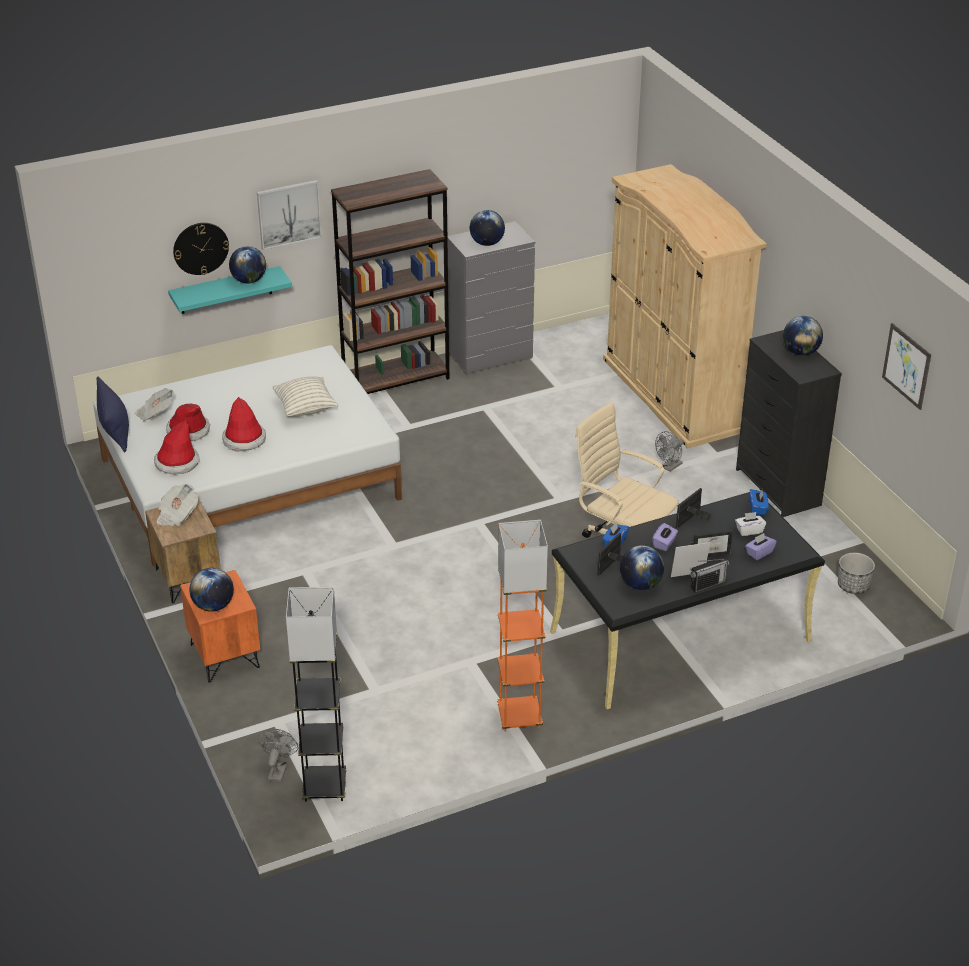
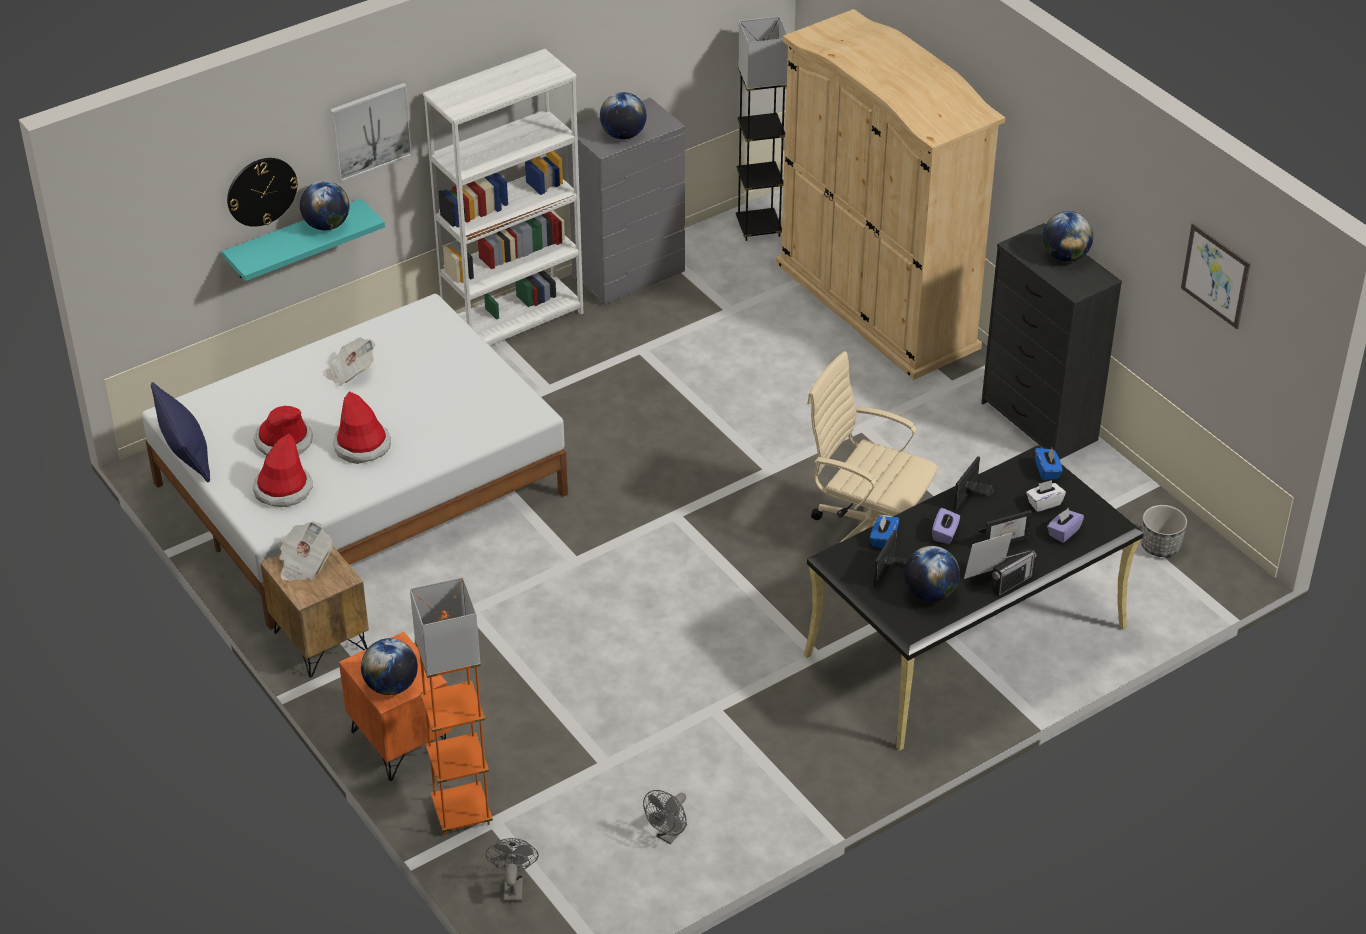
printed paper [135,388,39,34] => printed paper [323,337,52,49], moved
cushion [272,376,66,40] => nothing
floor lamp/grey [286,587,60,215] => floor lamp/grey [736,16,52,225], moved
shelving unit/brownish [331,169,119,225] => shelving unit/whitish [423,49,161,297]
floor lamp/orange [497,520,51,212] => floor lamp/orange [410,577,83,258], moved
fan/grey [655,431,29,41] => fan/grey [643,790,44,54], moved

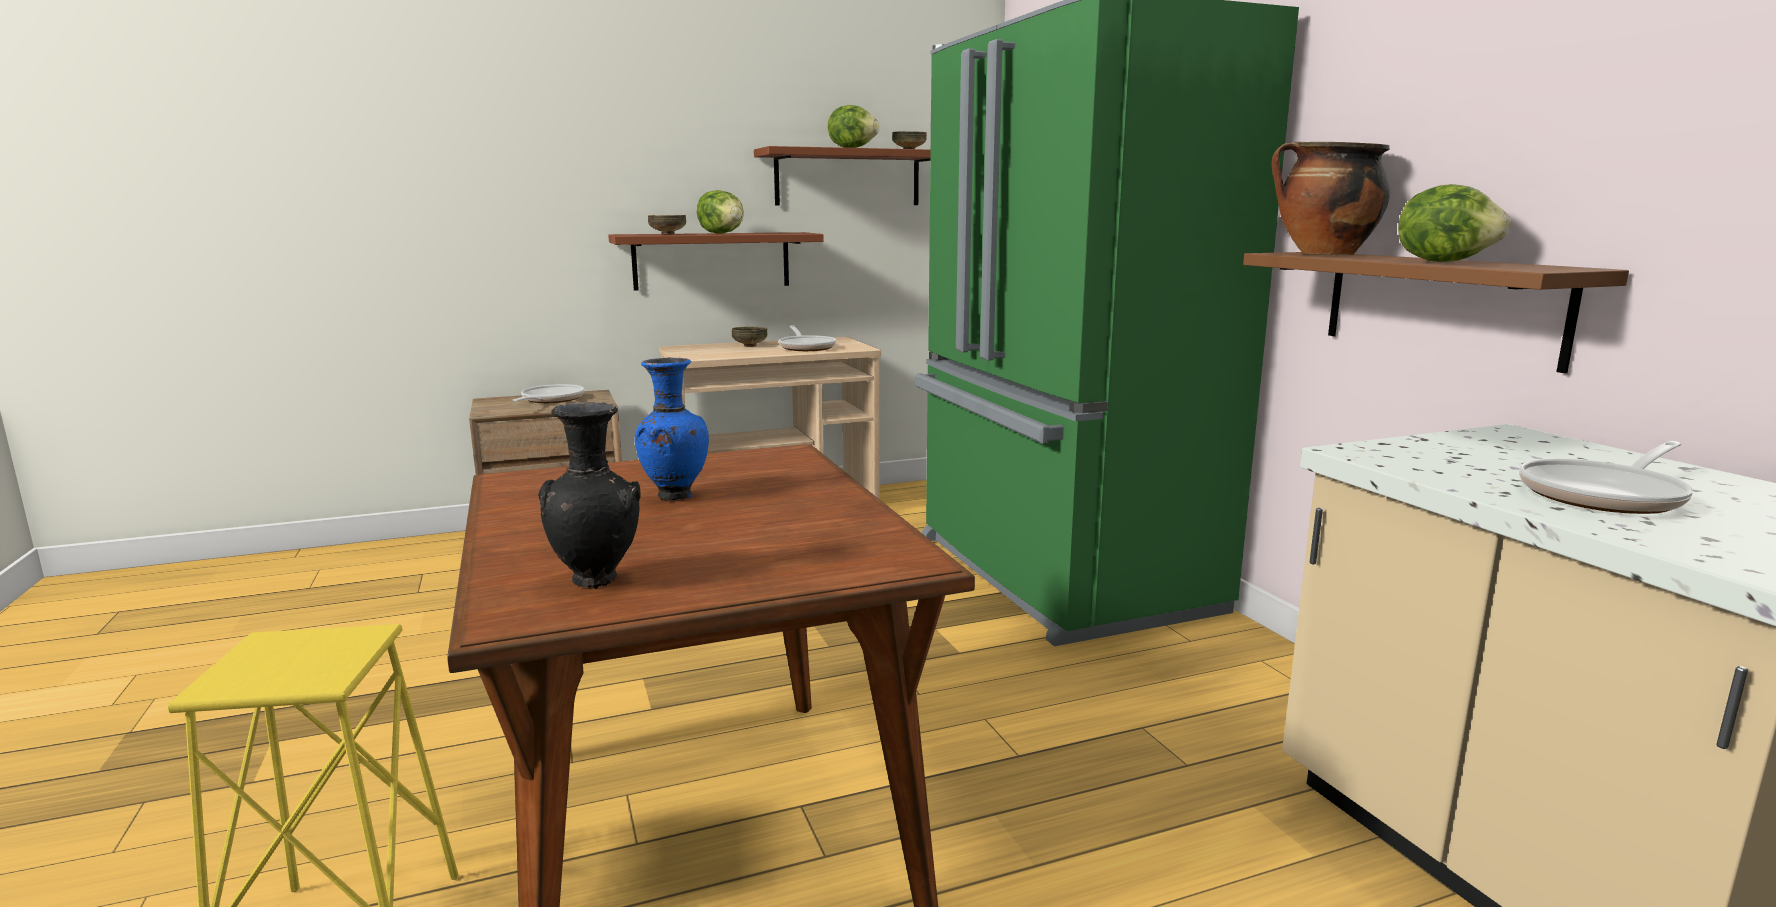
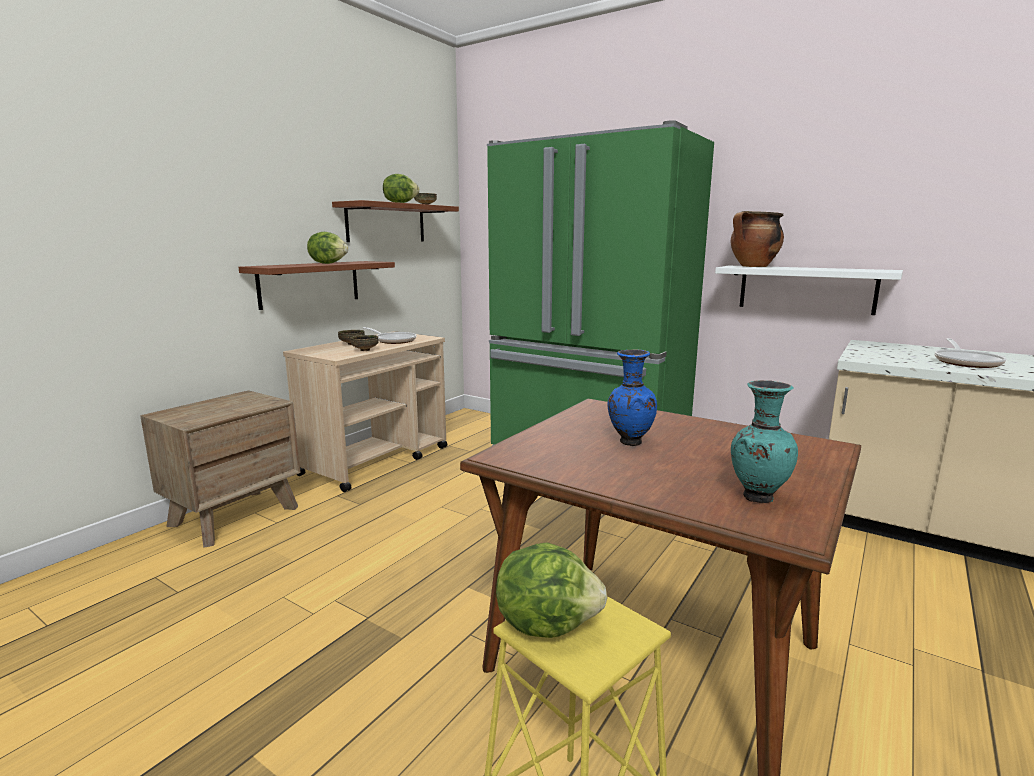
frying pan [513,384,72,19] => nothing
vase/black [538,402,103,187] => vase/turquoise-coloured [731,380,67,123]
bowl [648,215,38,20] => bowl [350,335,29,16], moved
wall shelf/brownish [1243,252,386,121] => wall shelf/whitish [715,266,188,49]
head of lettuce [1398,184,113,78] => head of lettuce [496,542,112,96], moved

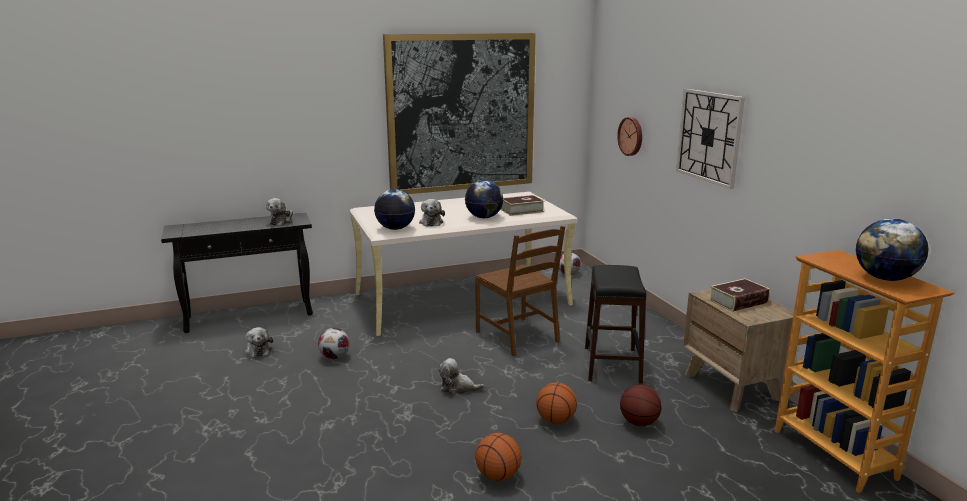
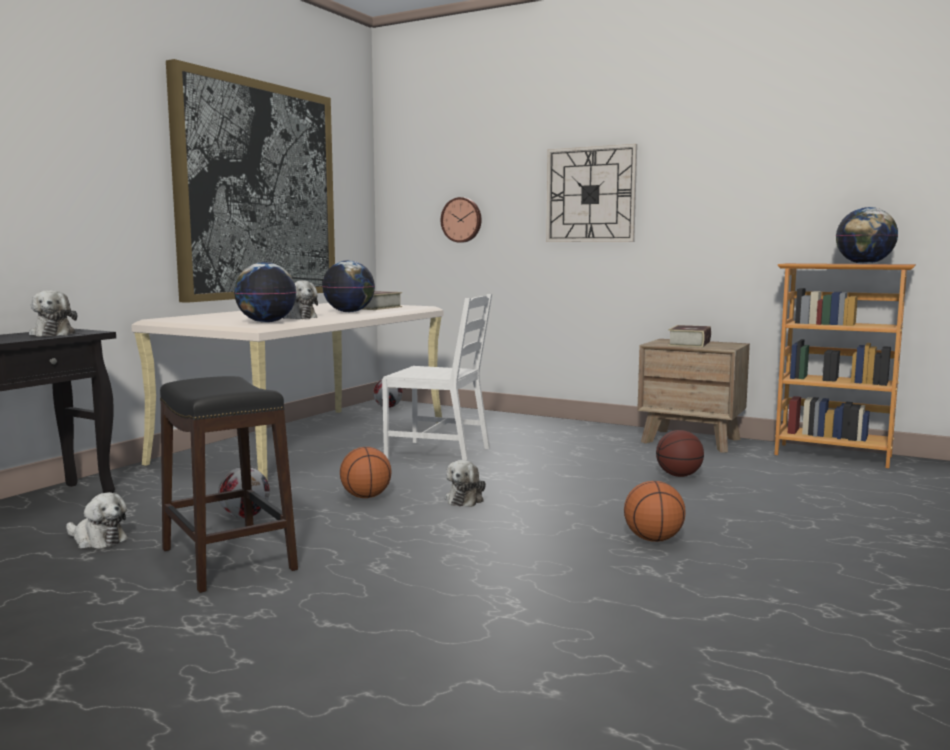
plush toy [438,358,47,37] => plush toy [445,460,41,47], 45 degrees counterclockwise
upright chair/brownish [475,226,90,130] => upright chair/whitish [382,294,110,167]
basketball ball [536,382,41,42] => basketball ball [340,447,52,51], moved
sitting stool/black [585,265,61,119] => sitting stool/black [160,376,138,217], moved

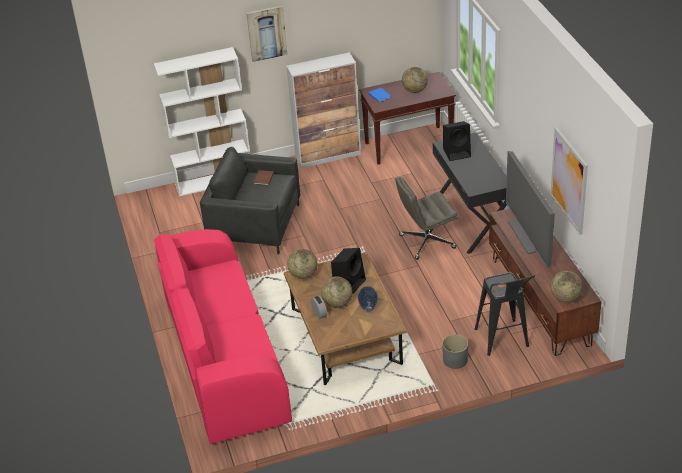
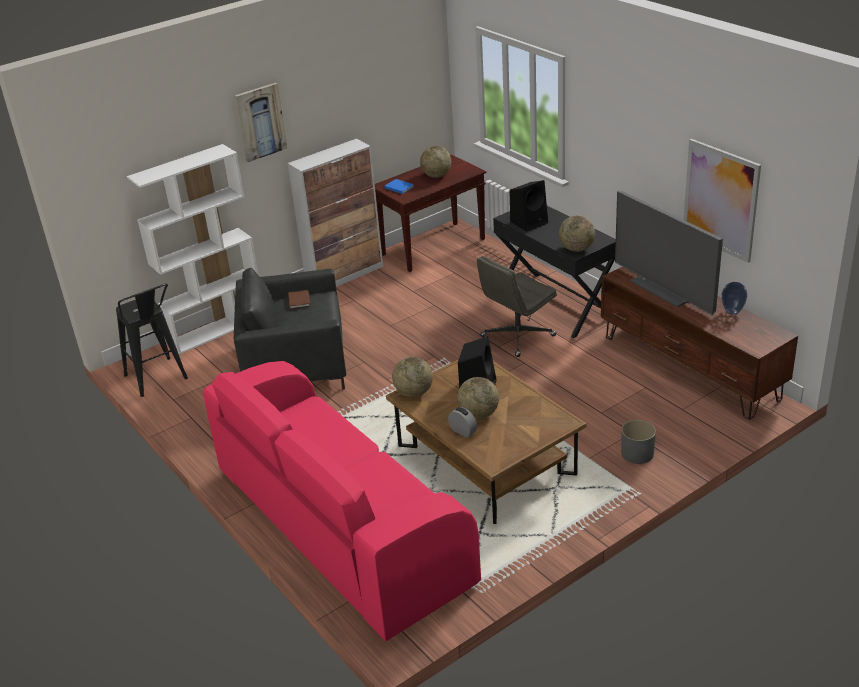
vase [358,286,20,26] => vase [722,282,25,33], moved
sitting stool/black [475,272,60,84] => sitting stool/black [116,284,72,113], moved
desk globe [551,271,32,32] => desk globe [559,215,36,37], moved

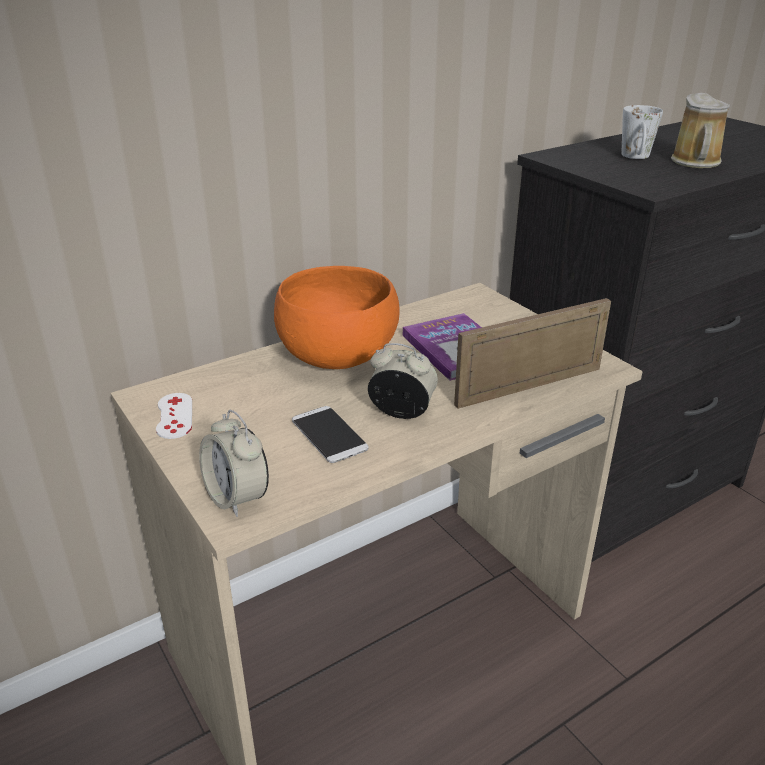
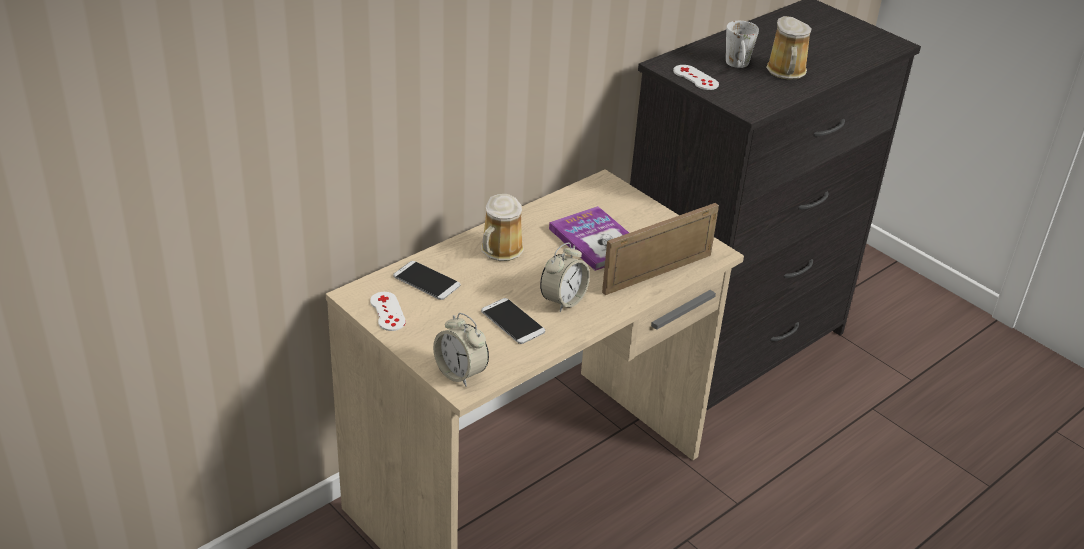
bowl/orange [274,266,125,103] => mug [481,194,43,67]
bedside clock [368,343,70,76] => bedside clock [540,242,50,70], 120 degrees clockwise
nothing => handset [393,261,67,39]
nothing => gamepad/whitish [673,65,46,25]

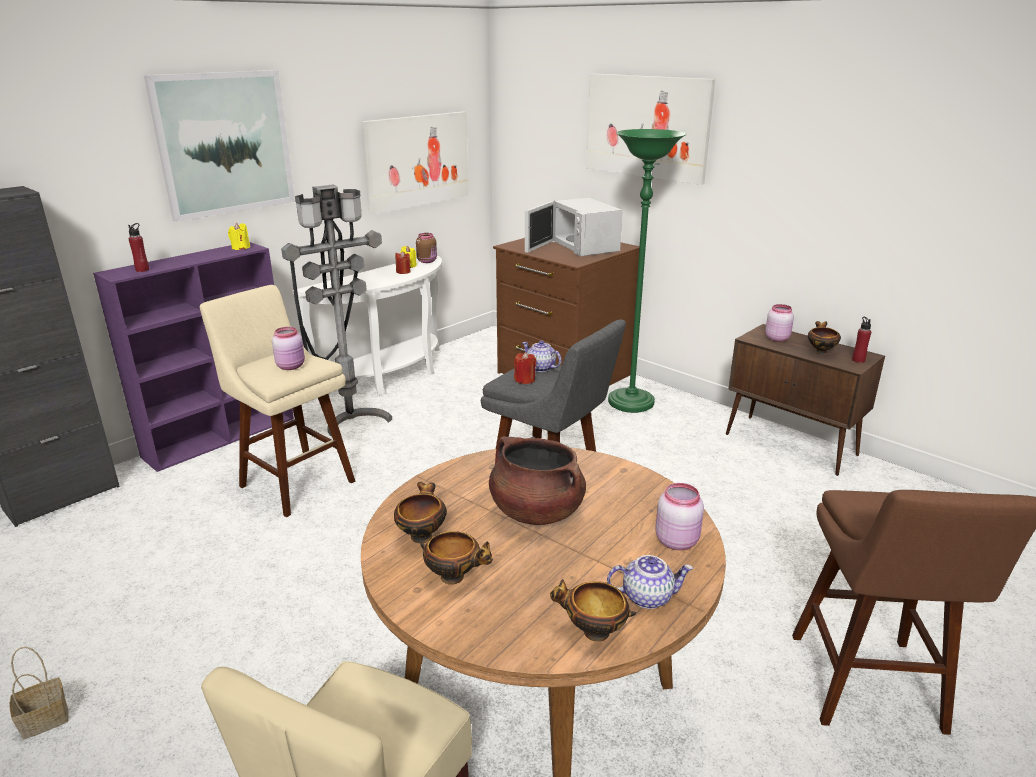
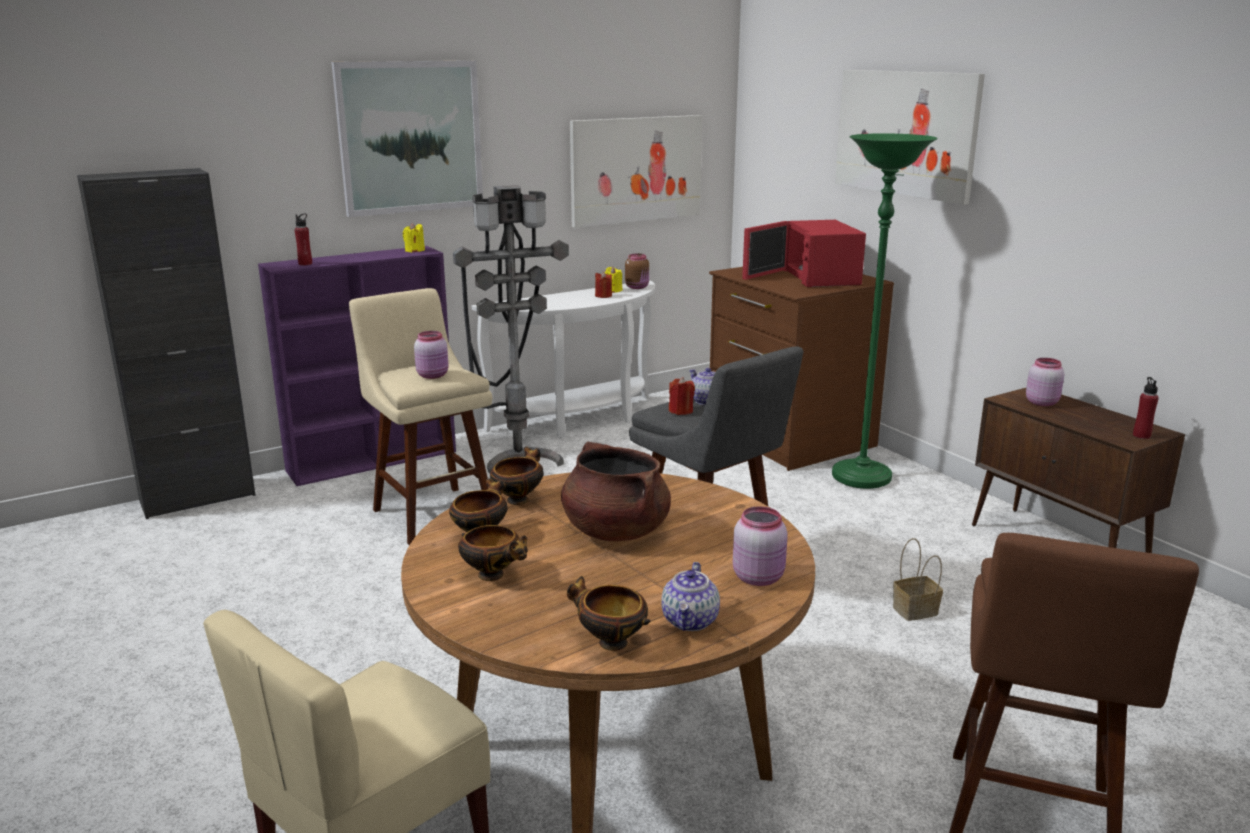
household basket [9,647,60,93] => household basket [893,538,50,83], moved
microwave oven/whitish [525,198,98,58] => microwave oven/red-coloured [742,220,124,67]
pot for tea [607,555,86,54] => pot for tea [661,562,59,69], 90 degrees clockwise
bowl [808,321,33,34] => bowl [490,447,54,58], moved

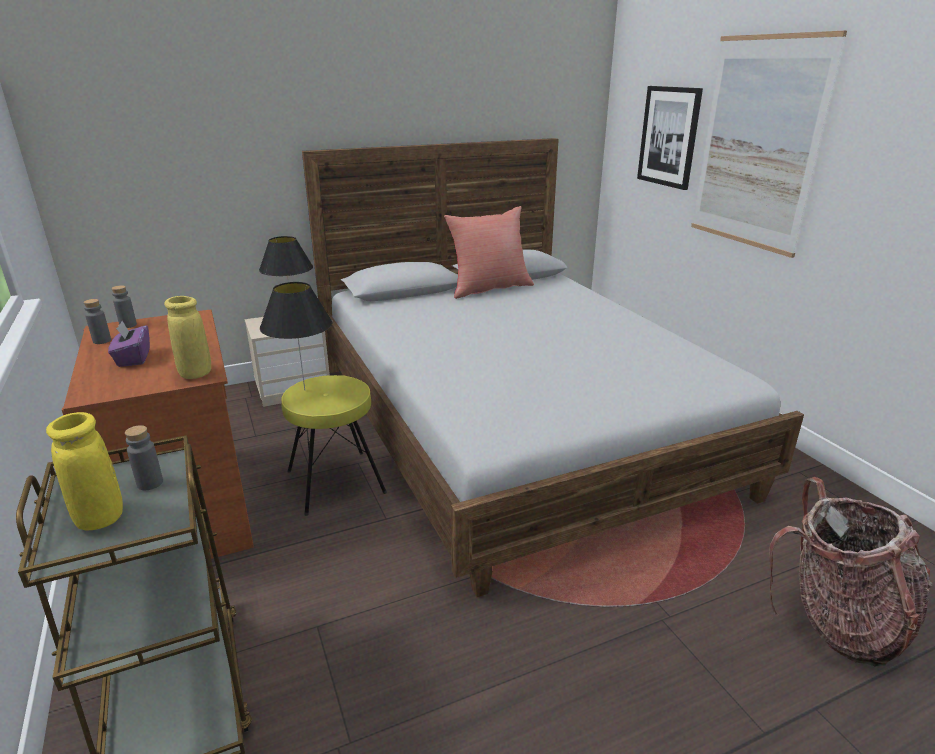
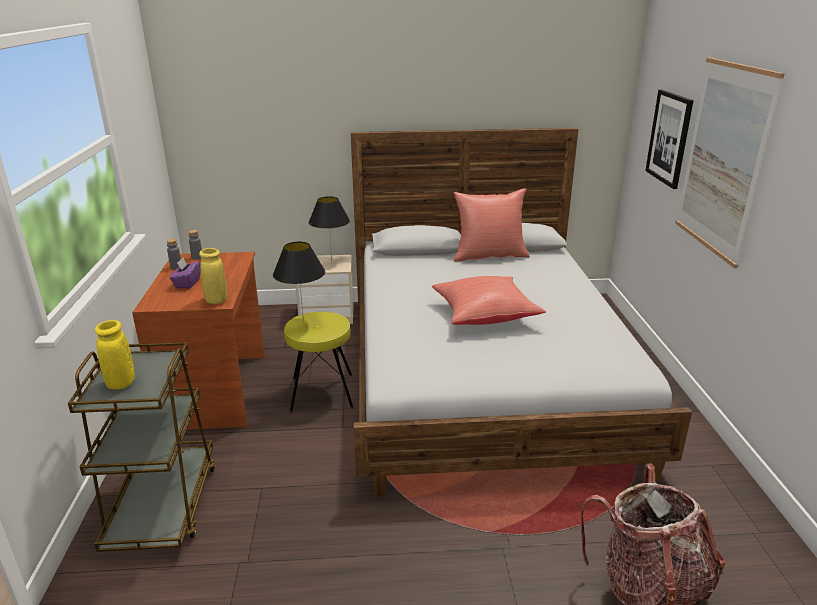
drink bottle/grey [125,425,38,65] => nothing
nothing => cushion/red-coloured [432,276,114,49]

